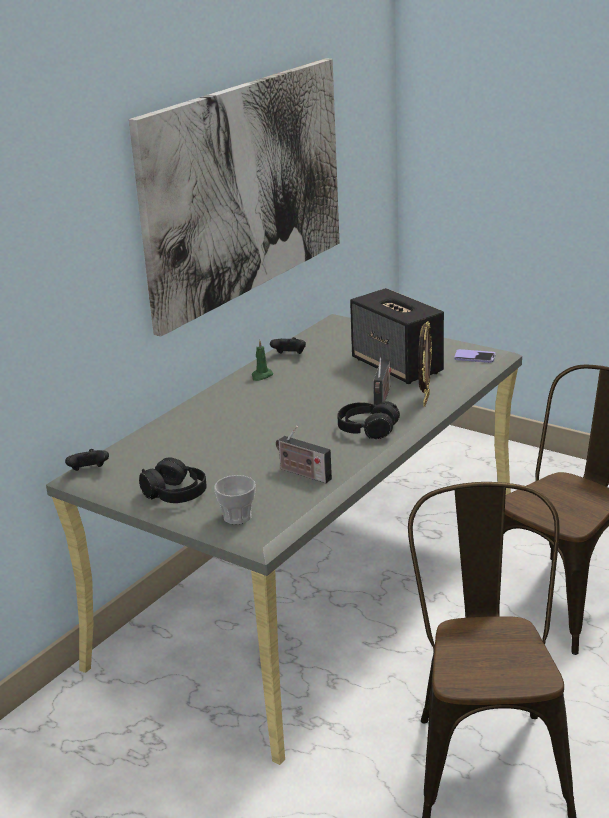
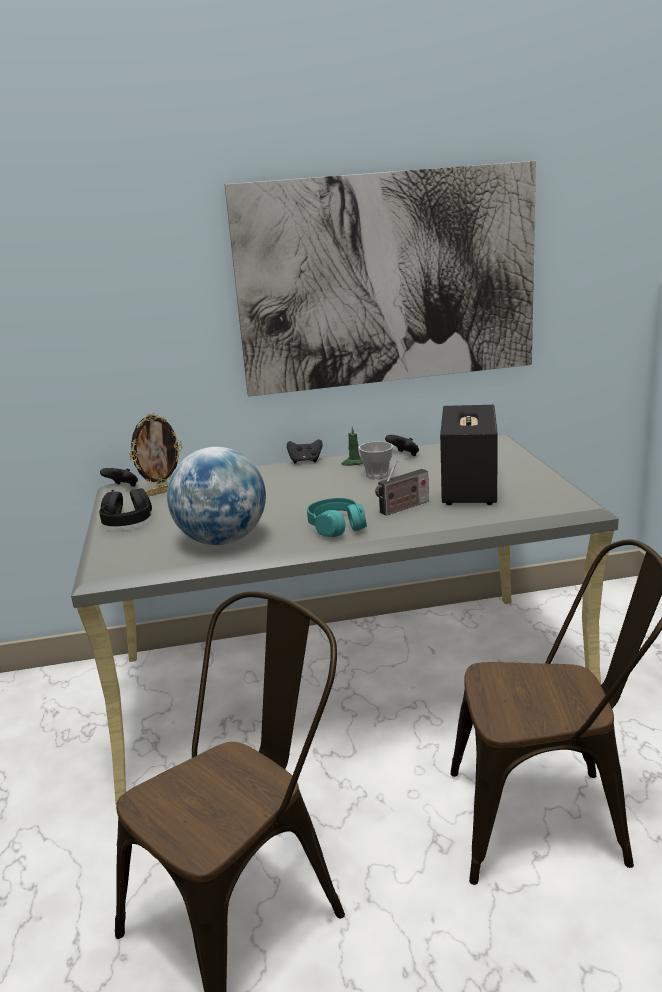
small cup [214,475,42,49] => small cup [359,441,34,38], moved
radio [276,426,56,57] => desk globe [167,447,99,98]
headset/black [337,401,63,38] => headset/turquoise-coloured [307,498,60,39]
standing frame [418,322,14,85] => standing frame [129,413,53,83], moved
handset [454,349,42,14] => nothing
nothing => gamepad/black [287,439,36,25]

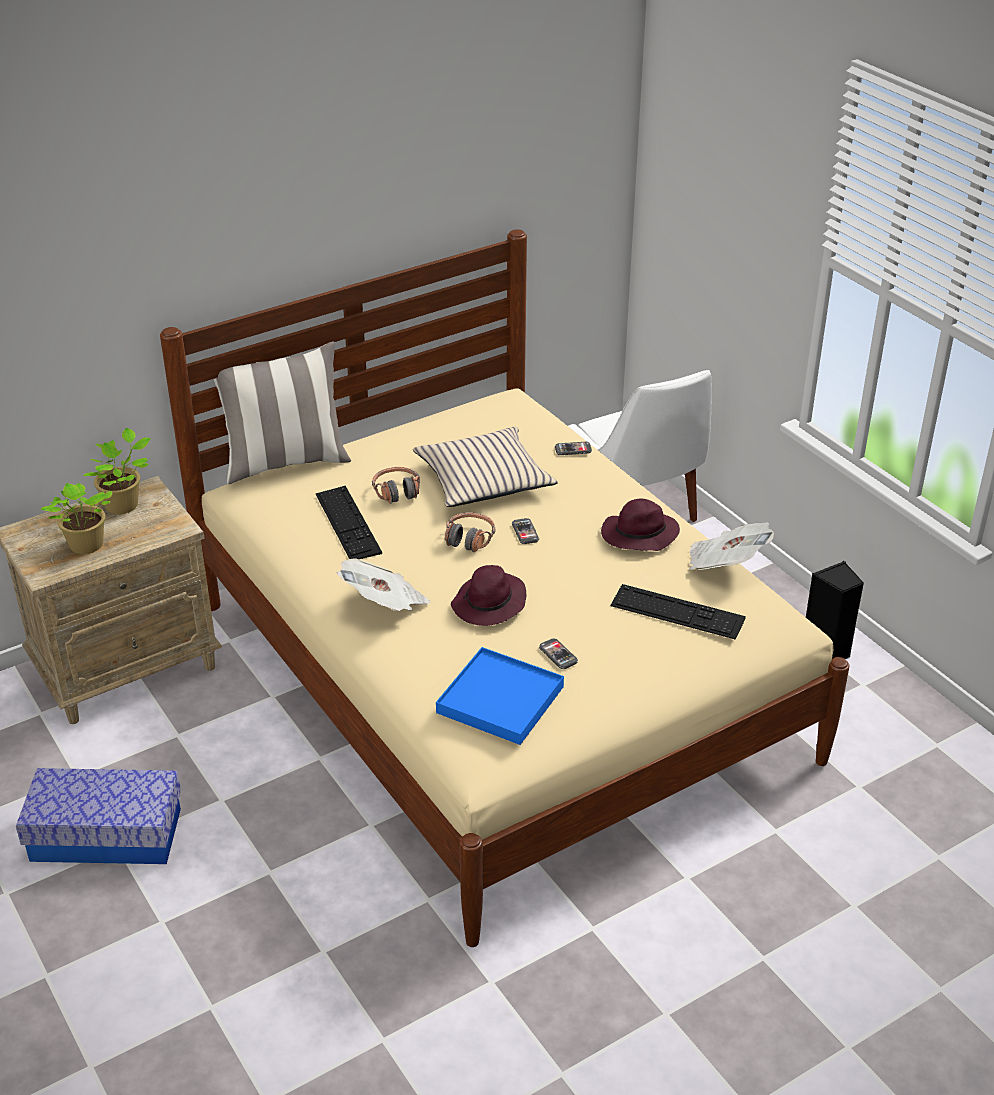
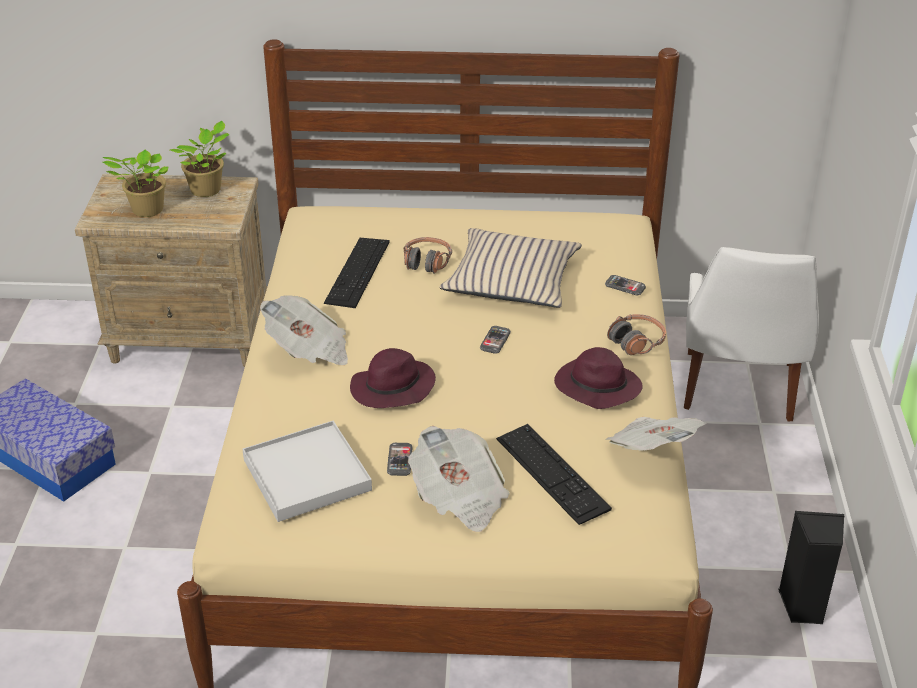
cushion [214,341,137,143] => nothing
tray/blue-coloured [436,647,128,98] => tray/whitish [242,421,130,101]
headset [445,512,51,40] => headset [607,314,59,41], moved
nothing => printed paper [408,426,102,106]

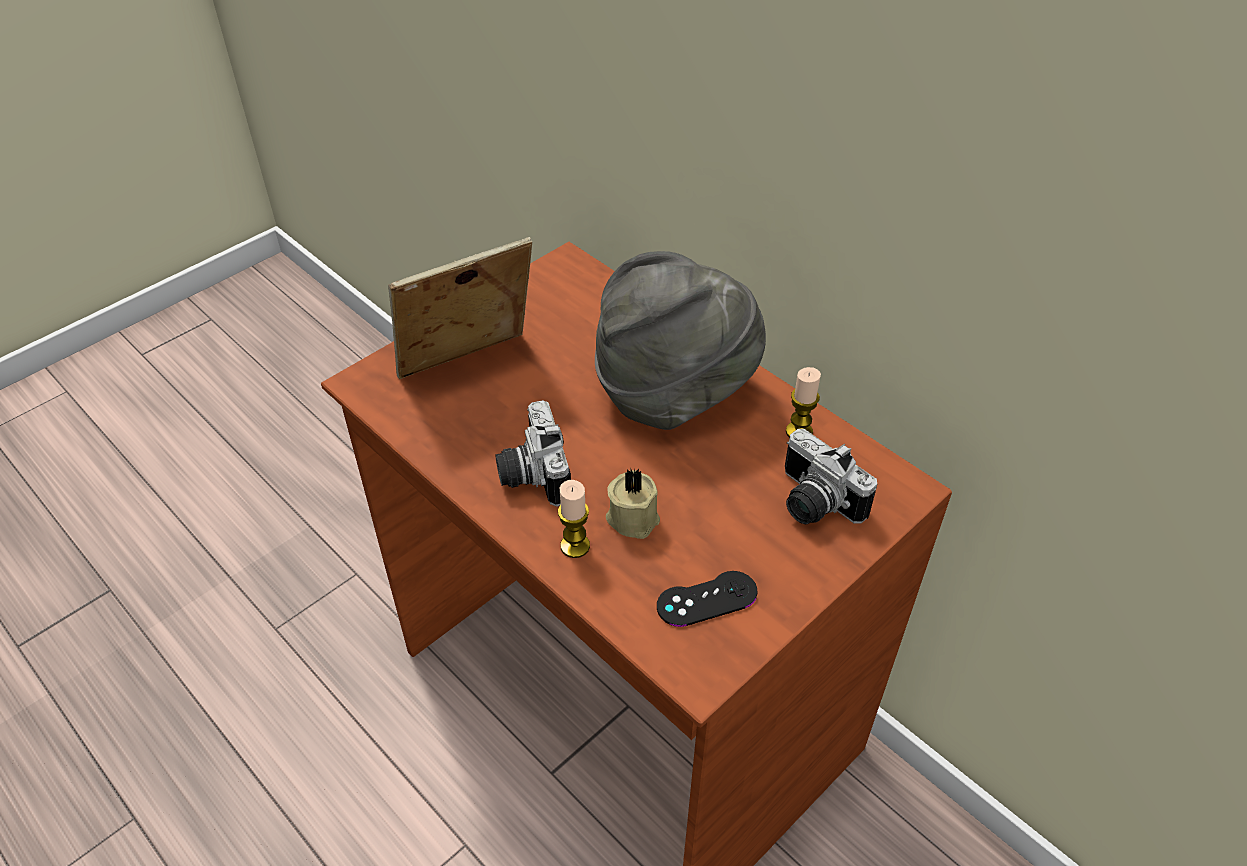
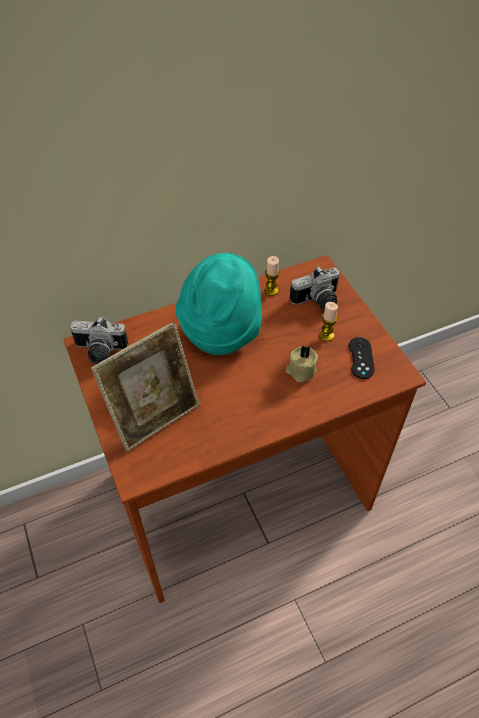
standing frame [388,237,144,142] => standing frame [91,322,109,130], 120 degrees counterclockwise
photo camera [495,400,76,107] => photo camera [70,316,58,48], moved
wax candle [558,480,32,78] => wax candle [319,302,19,40], moved
wearable hat/grey [595,251,171,179] => wearable hat/turquoise-coloured [176,253,86,102]

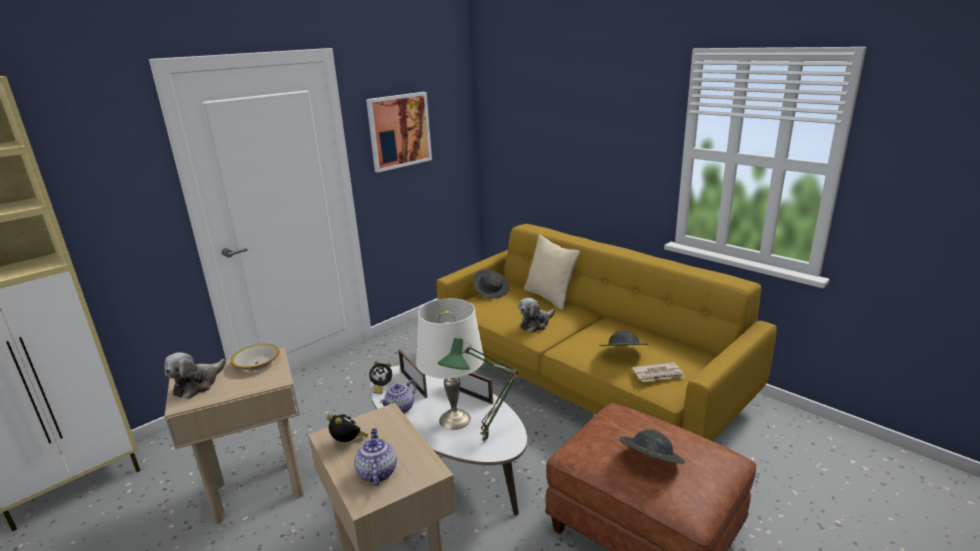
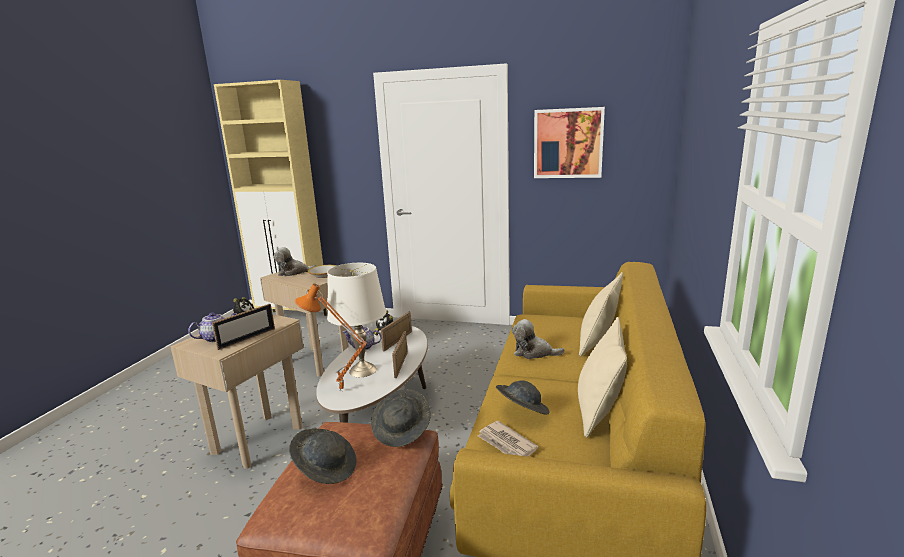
tabletop lamp/green-coloured [438,338,82,105] => tabletop lamp/orange [295,283,72,108]
wearable hat/grey [473,269,36,30] => wearable hat/grey [371,389,60,58], moved
nothing => standing frame [212,304,63,46]
nothing => cushion/sand-coloured [578,317,49,121]

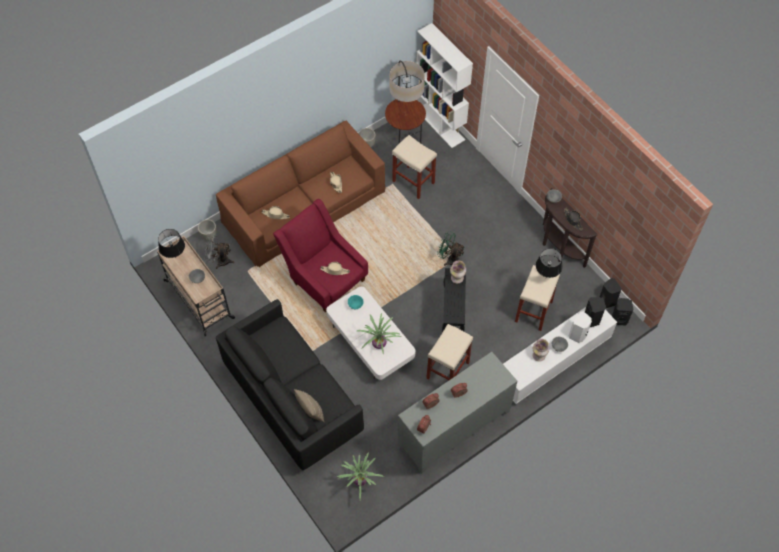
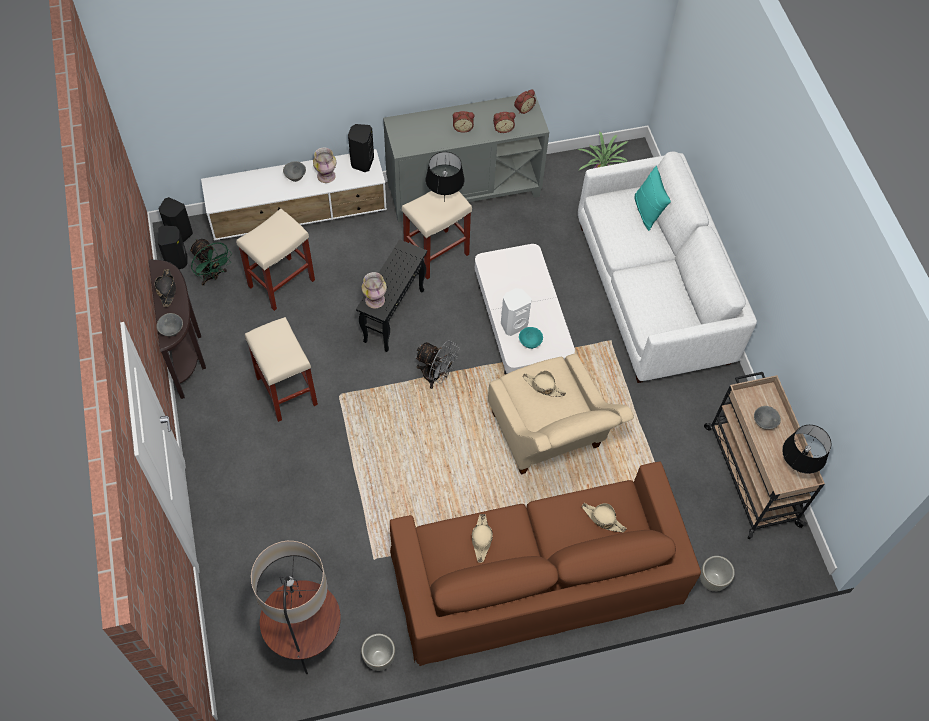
fan/grey [205,234,29,35] => fan/grey [415,340,45,49], moved
settee/black [216,299,148,171] => settee/whitish [578,152,179,231]
lounge chair/red-coloured [273,199,95,113] => lounge chair/sand-coloured [488,354,146,121]
cushion/sand-coloured [294,389,30,33] => cushion/turquoise-coloured [634,166,37,65]
plant in a pot [357,313,44,42] => nothing
sitting stool/sand-coloured [392,135,45,64] => sitting stool/sand-coloured [245,317,73,105], moved
shelving unit/whitish [416,23,57,125] => nothing
fan/green-coloured [437,231,28,35] => fan/green-coloured [190,239,42,46], moved
tabletop lamp/black [536,248,26,30] => tabletop lamp/black [425,152,40,50], moved
loudspeaker/whitish [569,312,23,31] => loudspeaker/whitish [501,288,30,48], moved
loudspeaker/black [585,297,21,30] => loudspeaker/black [348,124,26,48], moved

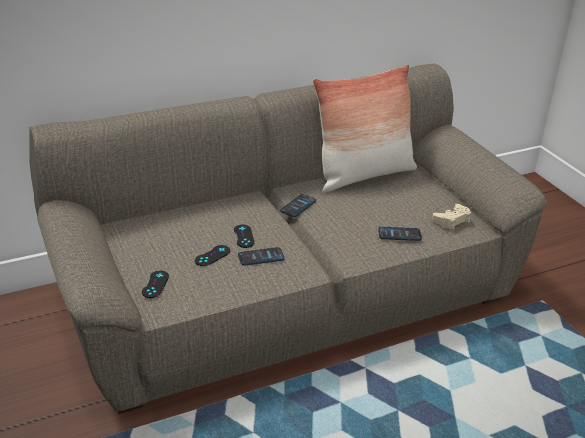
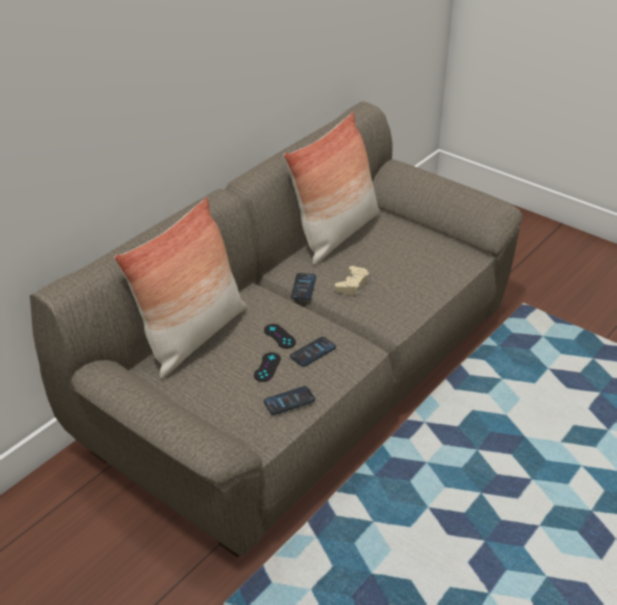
gamepad/black [142,271,27,27] => nothing
handset [378,227,44,14] => handset [264,386,51,29], moved
gamepad/sand-coloured [432,204,39,26] => gamepad/sand-coloured [335,266,35,30], moved
nothing => cushion [114,197,132,182]

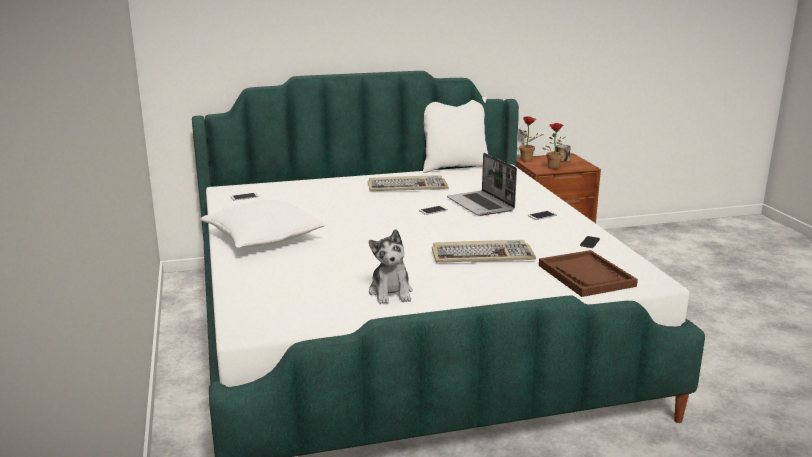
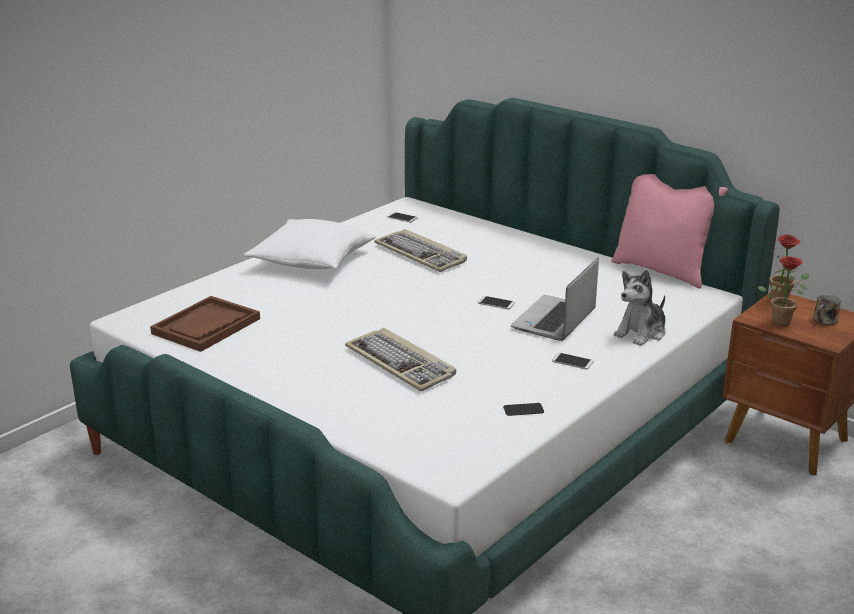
keyboard [368,175,81,16] => keyboard [374,229,93,43], moved
plush toy [369,229,44,75] => plush toy [614,270,52,76], moved
cushion/whitish [423,97,65,76] => cushion/pink [611,174,117,115]
tray/brownish [539,250,99,47] => tray/brownish [150,296,110,56], moved

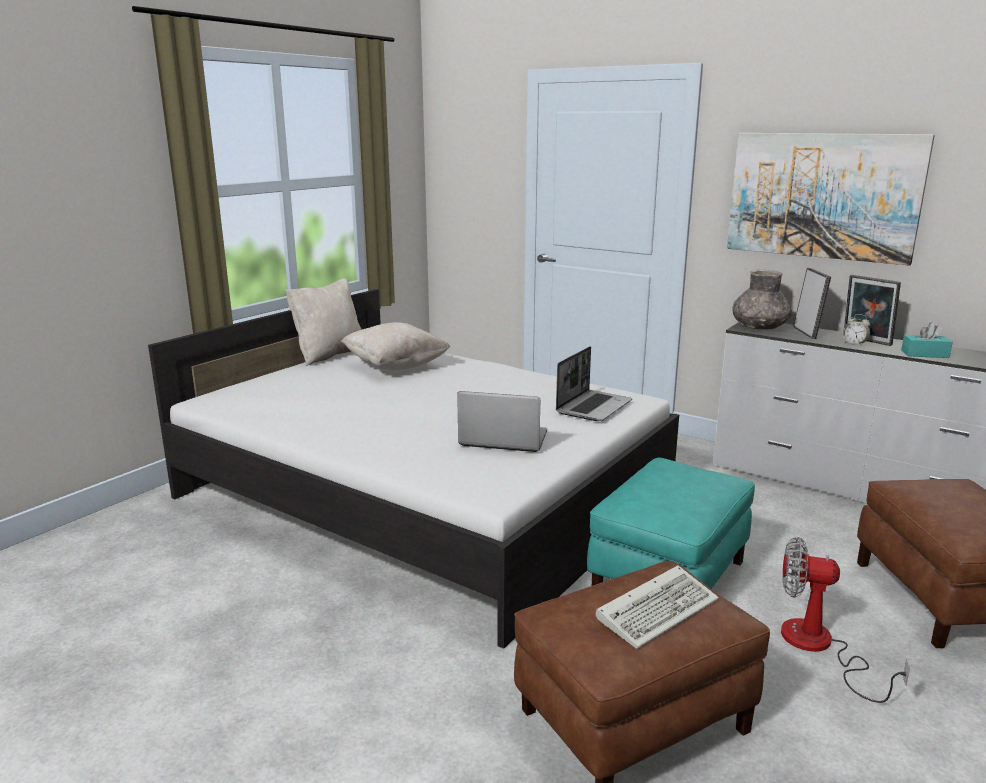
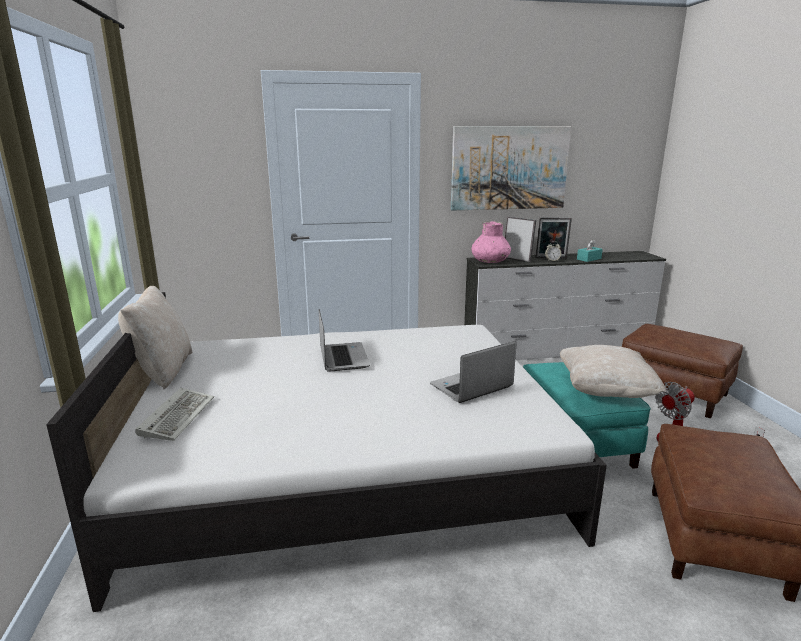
cushion/sand-coloured [341,322,109,48] => cushion/sand-coloured [560,345,106,53], moved
laptop [556,346,76,75] => laptop [319,309,51,63], moved
keyboard [596,565,123,84] => keyboard [135,388,79,53], moved
vase/grey [732,270,59,60] => vase/pink [471,221,40,42]

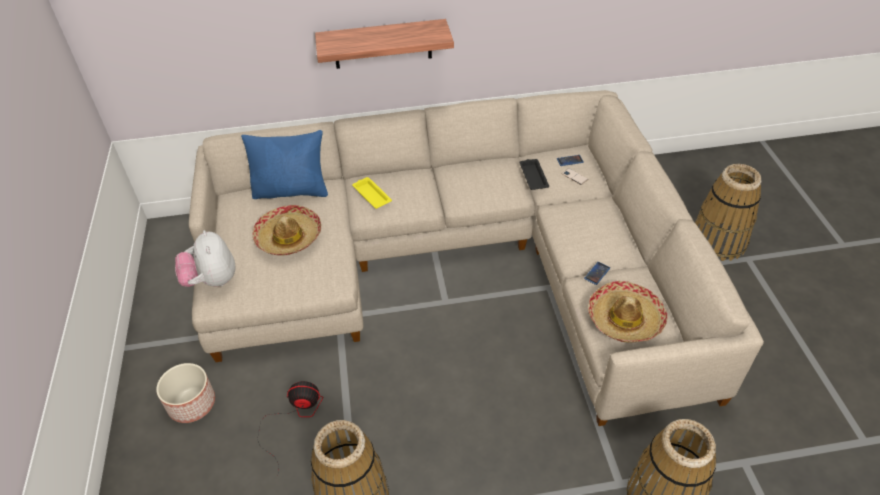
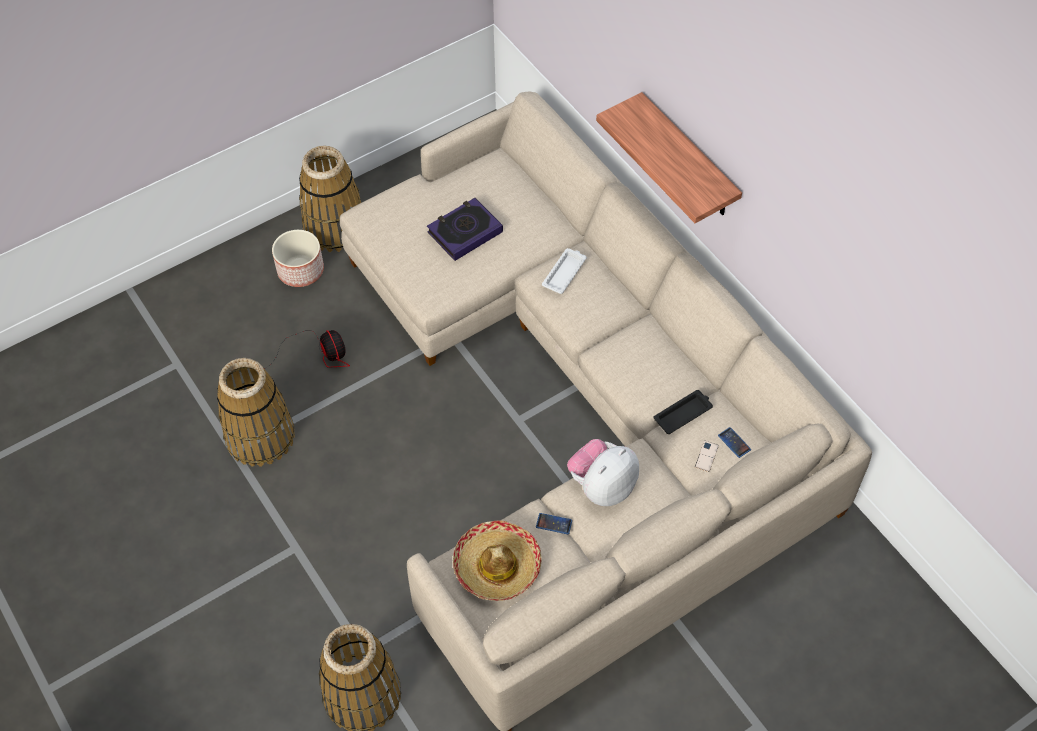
plush toy [175,230,61,57] => plush toy [567,439,72,67], moved
cushion/blue-coloured [241,130,87,69] => nothing
wearable hat [252,205,69,51] => volume [427,198,76,63]
tray/yellowish [352,177,40,32] => tray/whitish [542,248,45,46]
household basket [695,164,66,97] => household basket [299,146,62,106], moved

